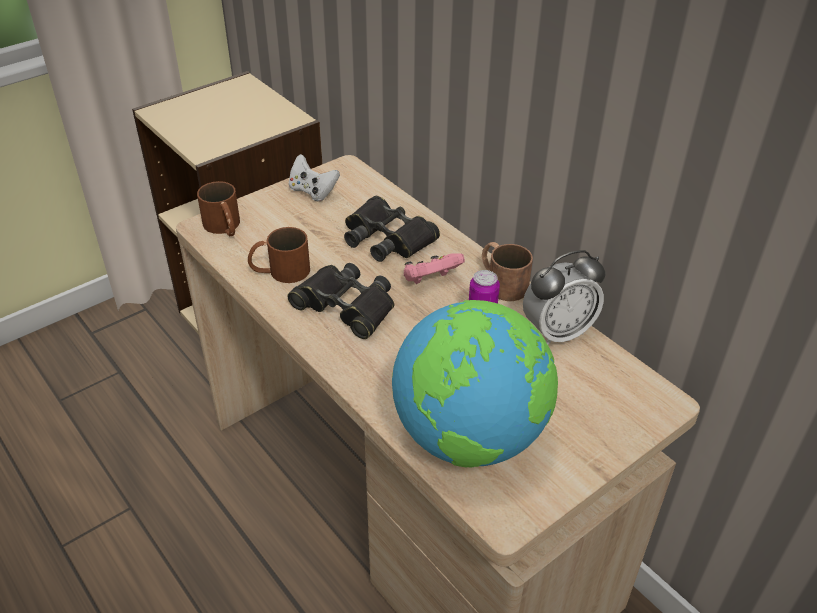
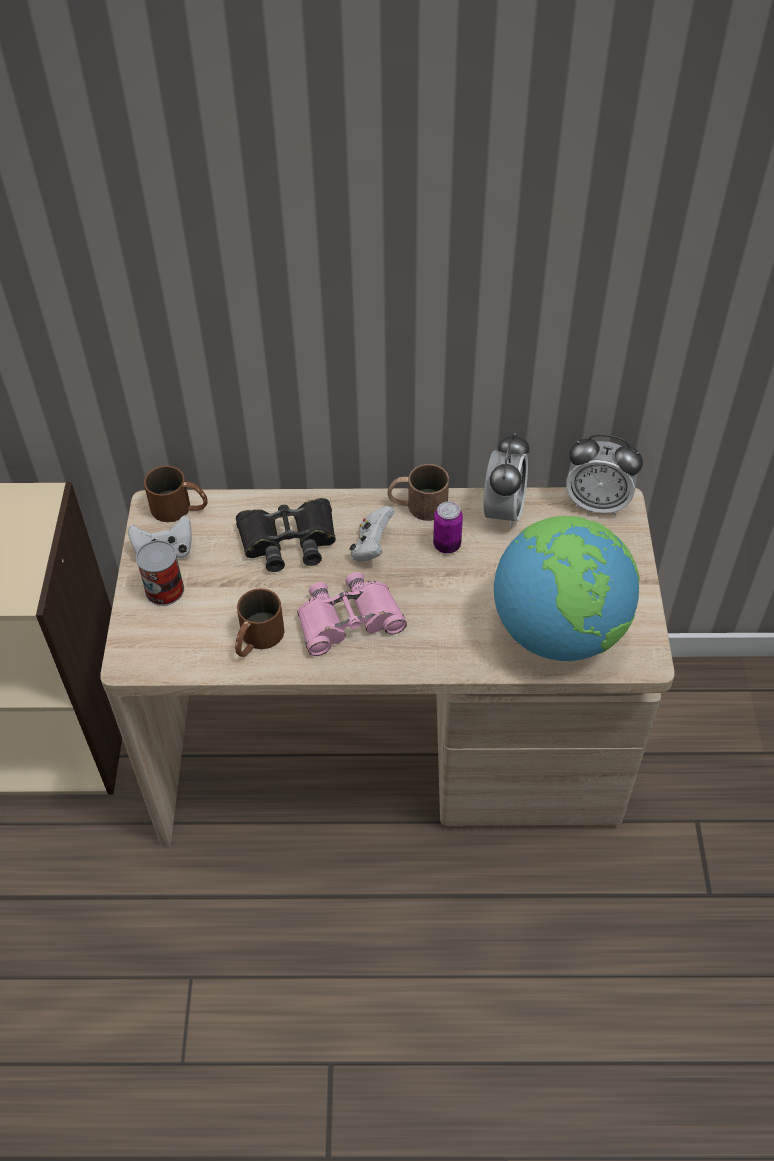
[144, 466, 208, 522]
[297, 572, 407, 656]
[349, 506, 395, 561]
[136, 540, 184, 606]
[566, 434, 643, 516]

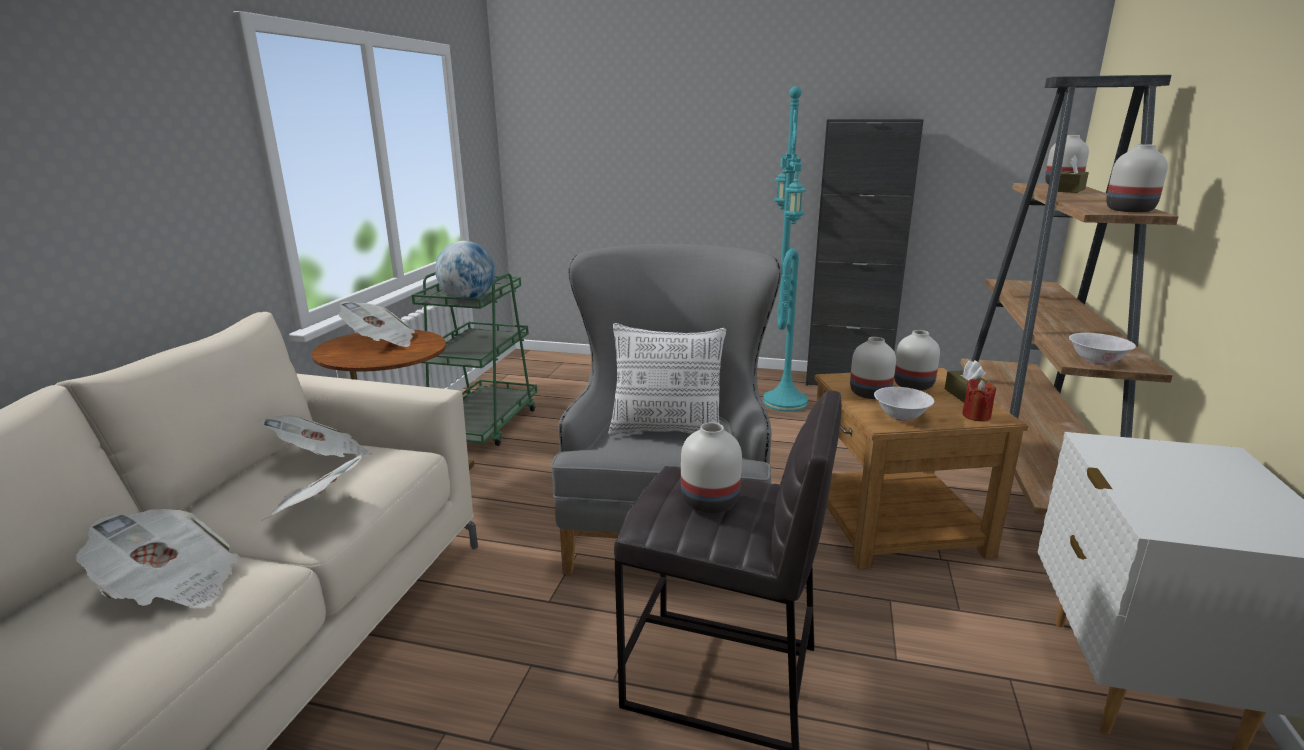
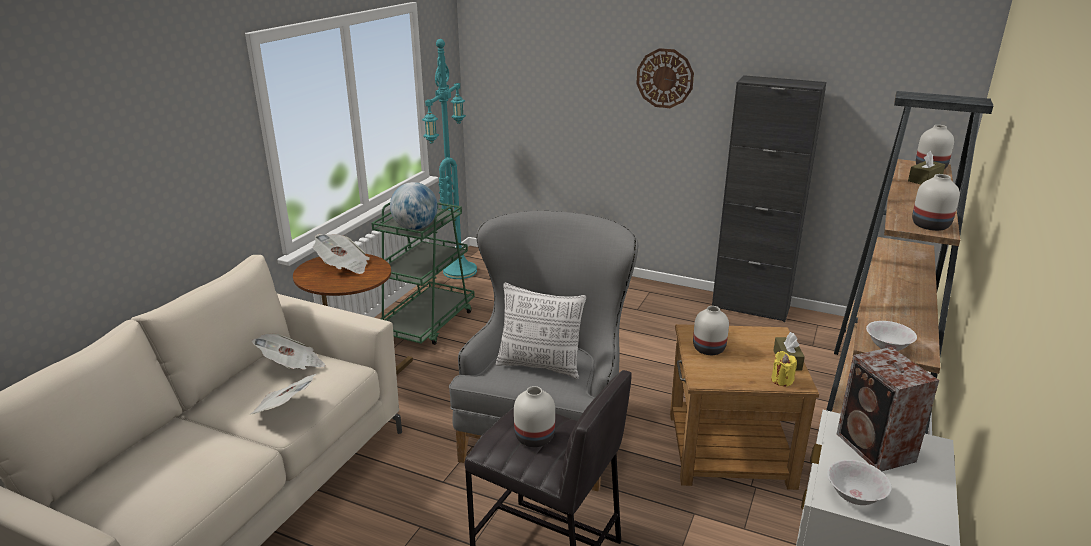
[76, 509, 240, 608] (first image)
[422, 39, 477, 279]
[827, 460, 892, 505]
[894, 330, 940, 391] (first image)
[771, 351, 797, 387]
[636, 48, 694, 108]
[837, 347, 939, 471]

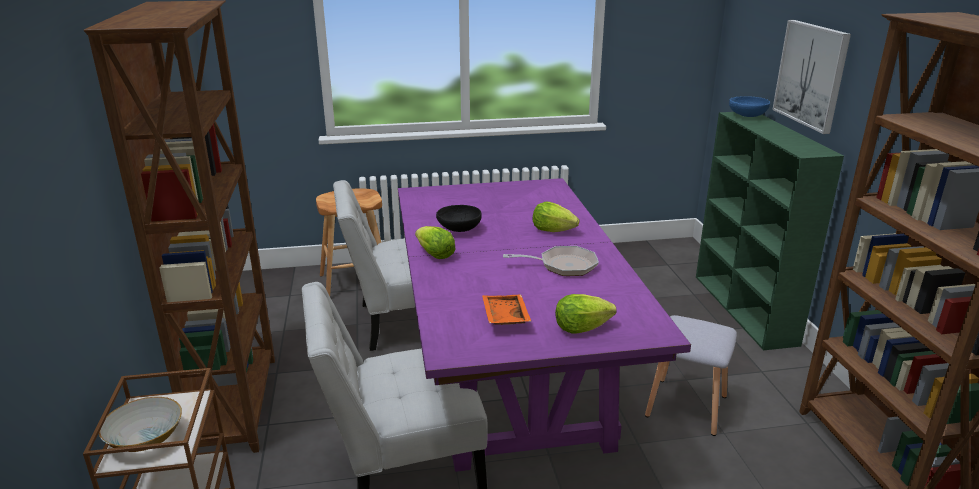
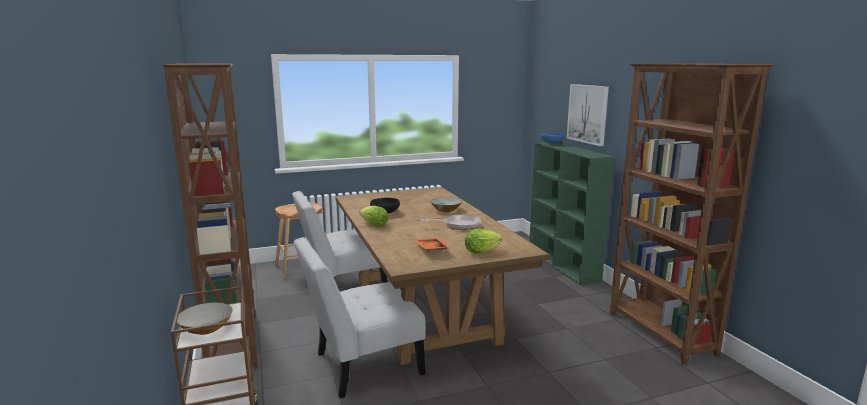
[335, 187, 550, 365]
[430, 197, 462, 212]
[645, 315, 737, 436] (first image)

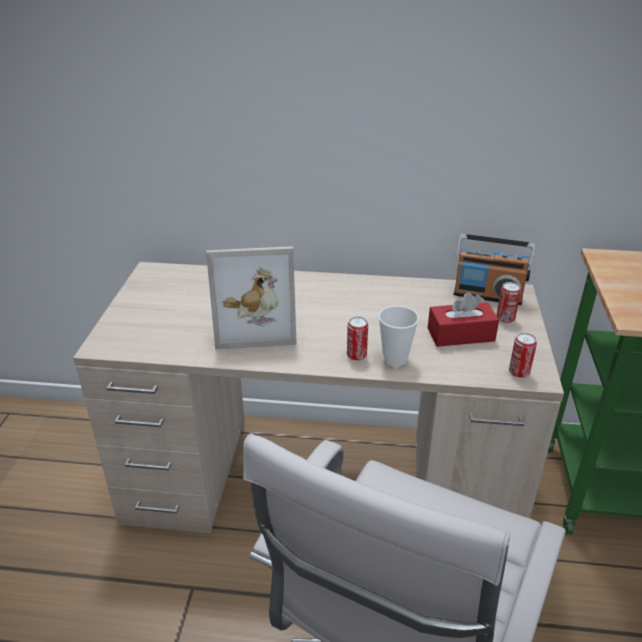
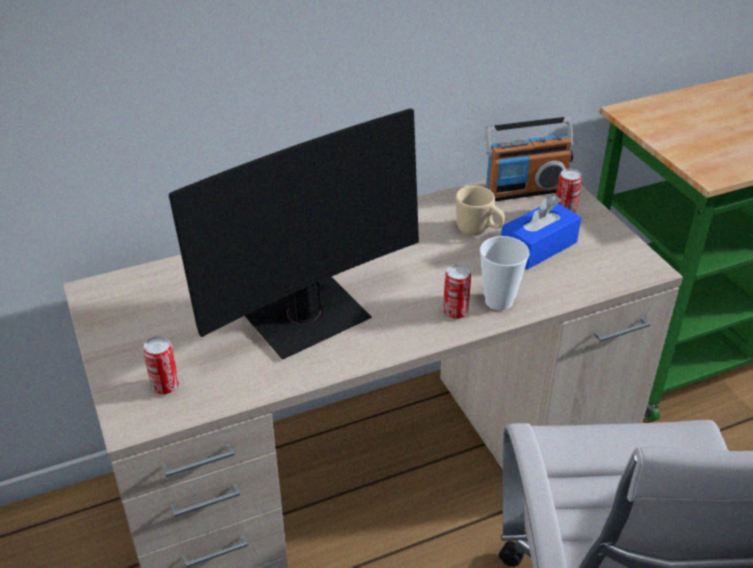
[169, 108, 419, 360]
[501, 195, 581, 270]
[143, 336, 179, 395]
[456, 186, 505, 235]

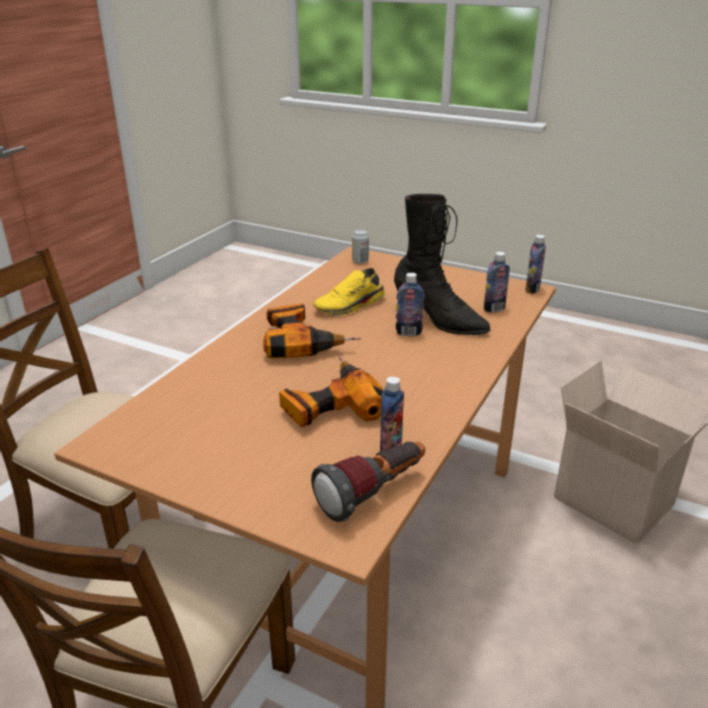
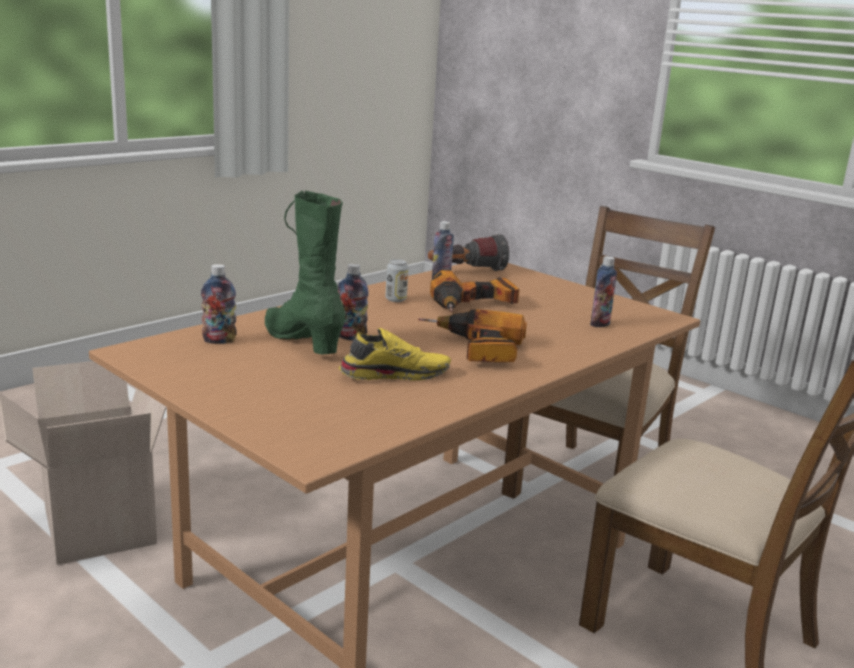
[386, 259, 409, 302]
[265, 190, 346, 354]
[590, 256, 617, 327]

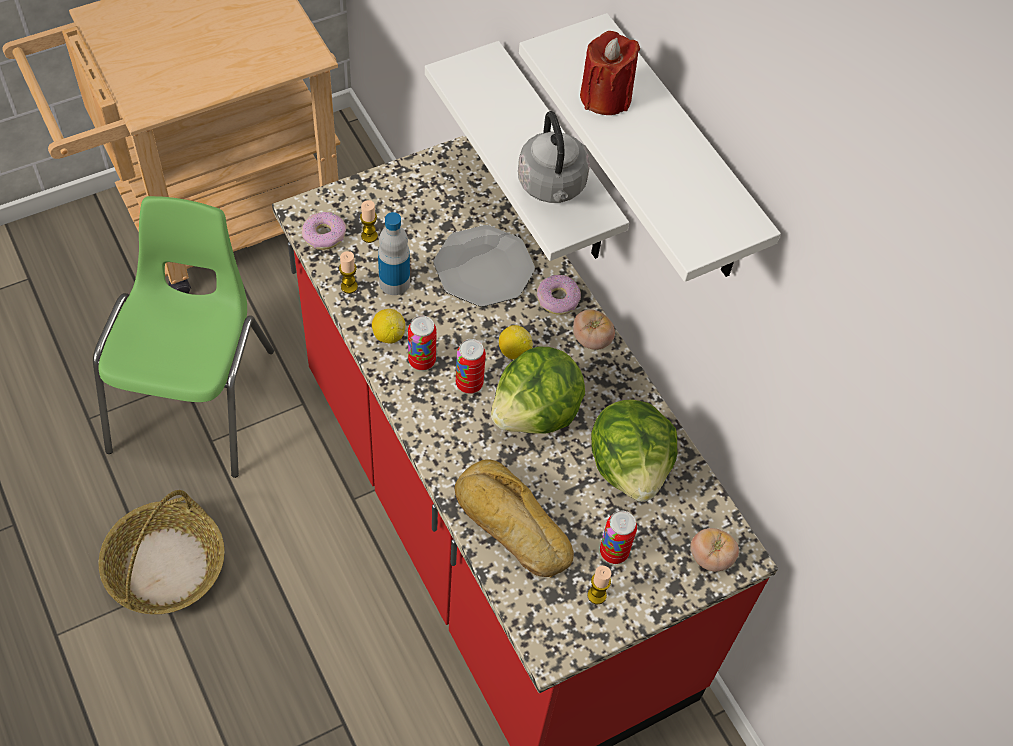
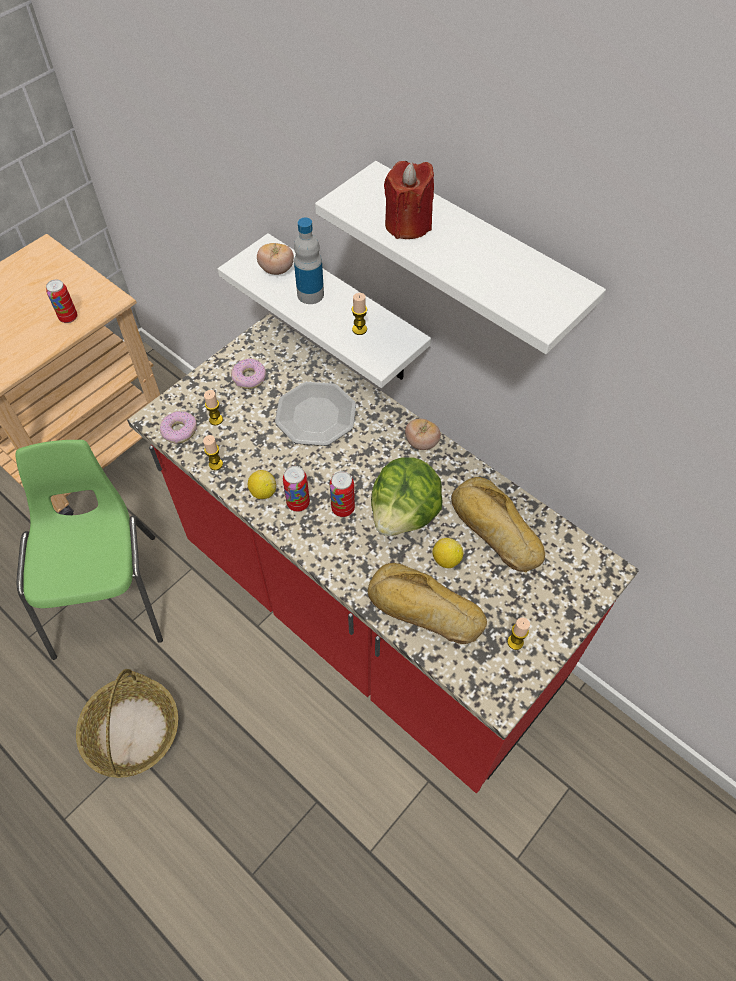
[294, 217, 324, 304]
[433, 538, 463, 568]
[352, 293, 367, 335]
[231, 358, 266, 389]
[451, 477, 545, 572]
[46, 279, 77, 323]
[257, 243, 294, 275]

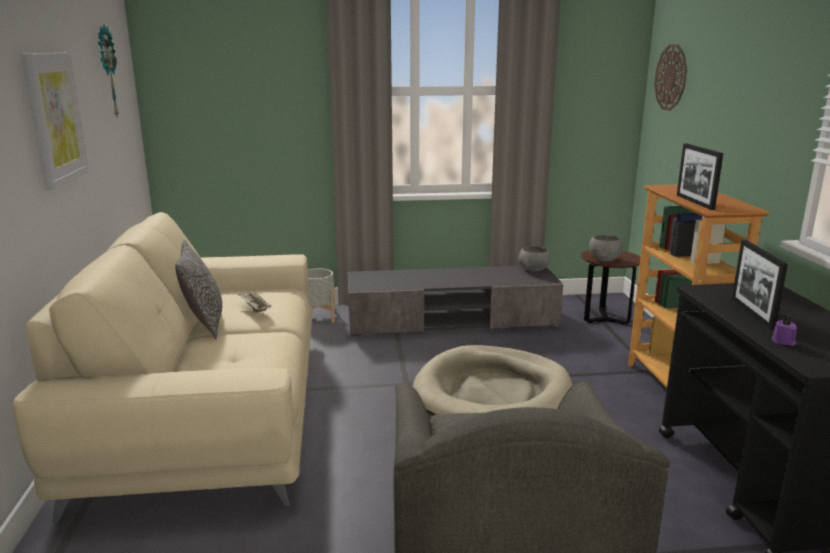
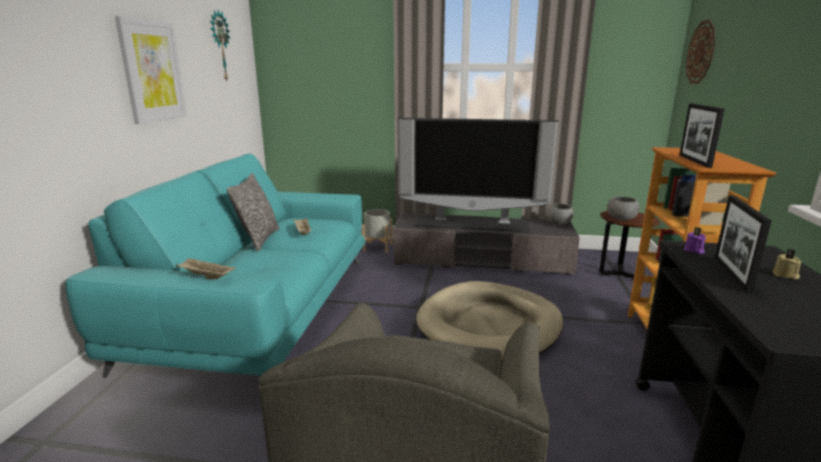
[65, 153, 366, 378]
[684, 227, 706, 254]
[176, 258, 235, 279]
[397, 118, 559, 232]
[772, 249, 801, 279]

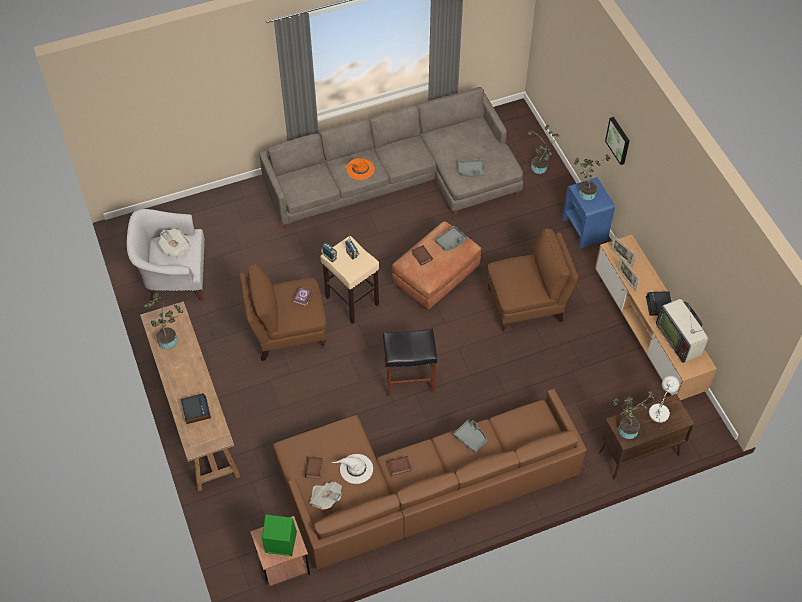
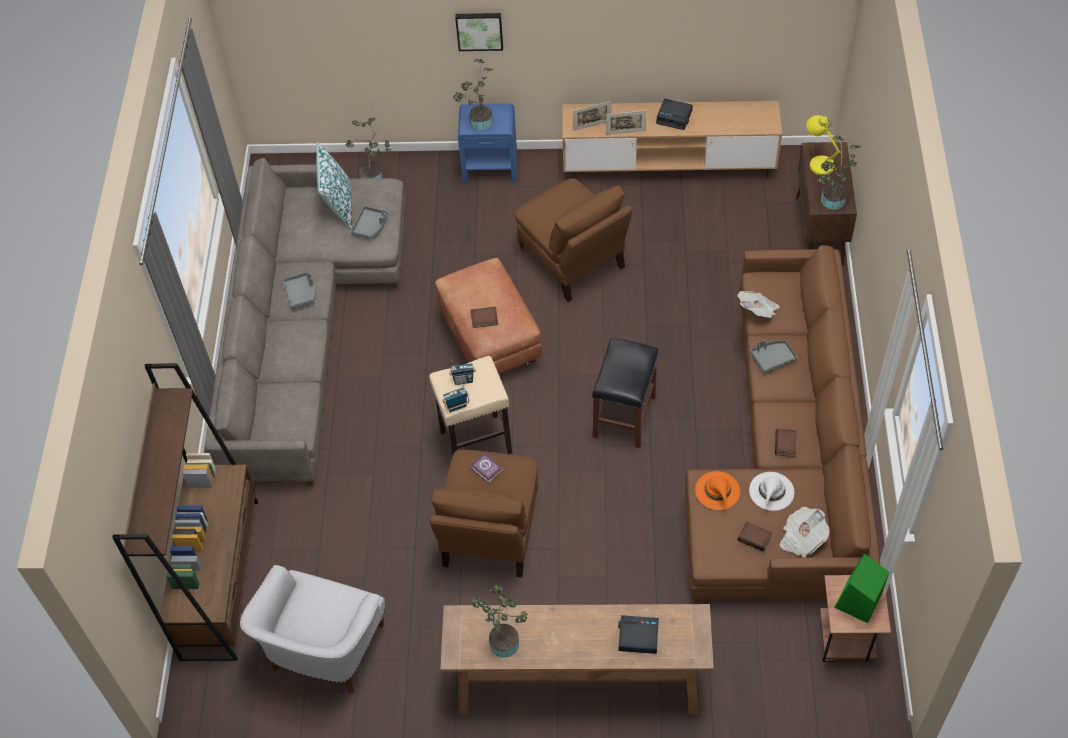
[737, 291, 780, 318]
[695, 471, 740, 510]
[283, 272, 315, 309]
[514, 178, 632, 302]
[807, 115, 841, 175]
[656, 299, 708, 363] (first image)
[112, 363, 258, 661]
[316, 142, 352, 229]

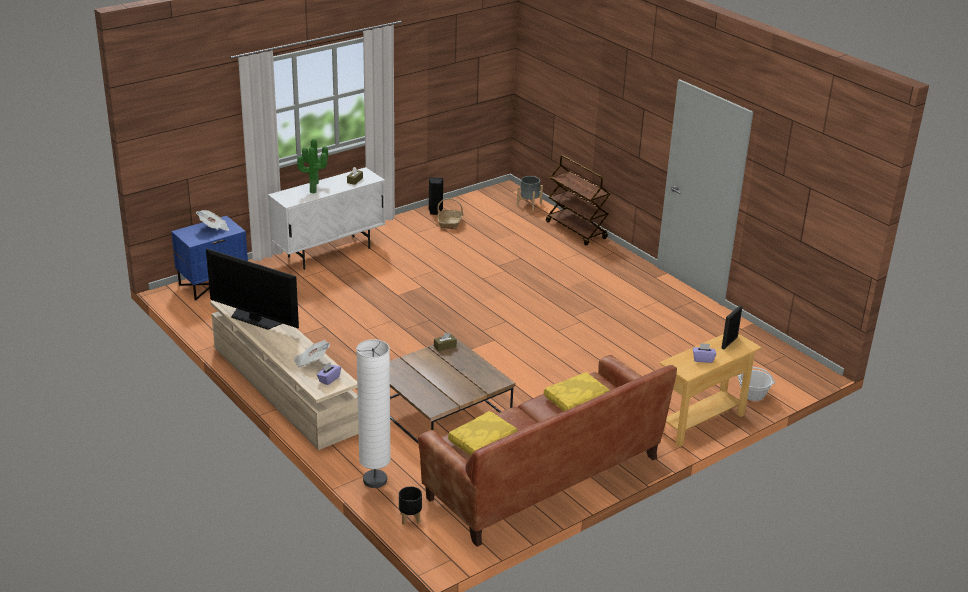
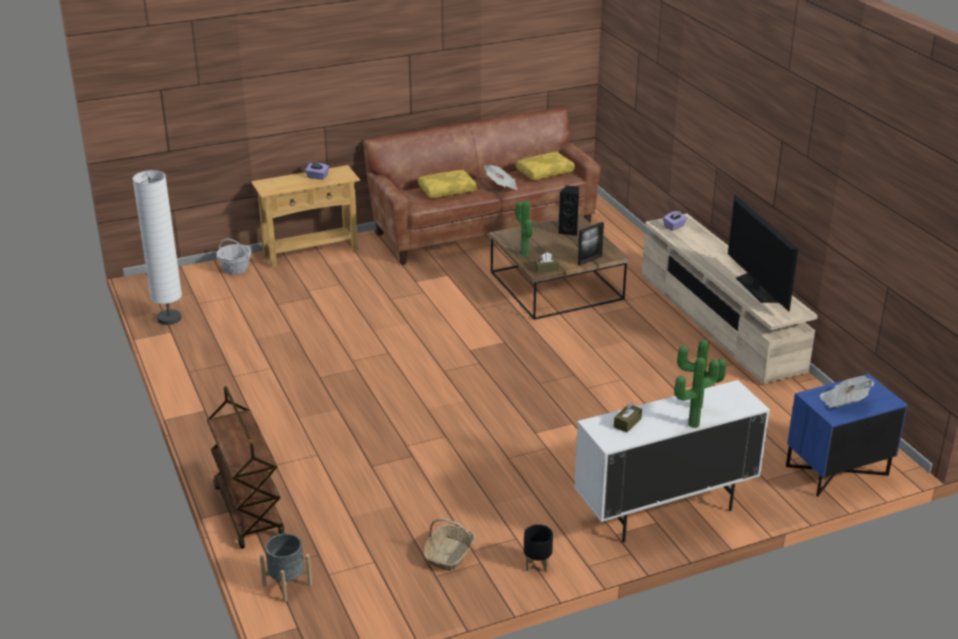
[728, 194, 799, 312]
[484, 165, 518, 190]
[132, 170, 182, 325]
[524, 524, 553, 572]
[558, 186, 579, 236]
[578, 222, 604, 266]
[515, 201, 533, 257]

